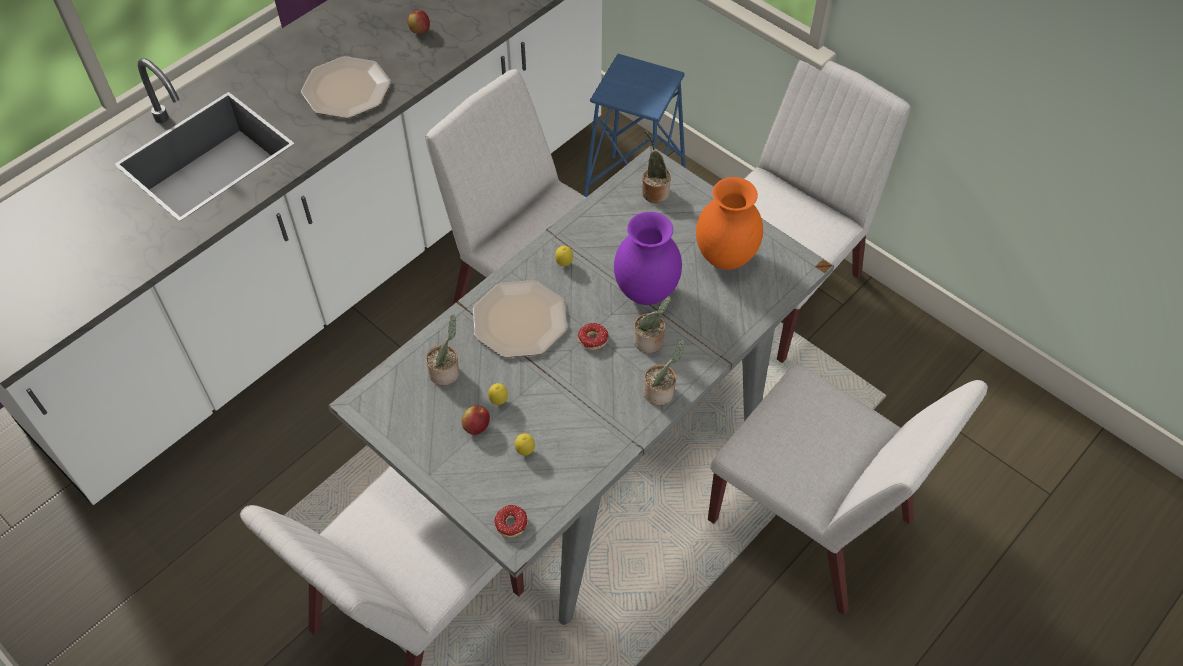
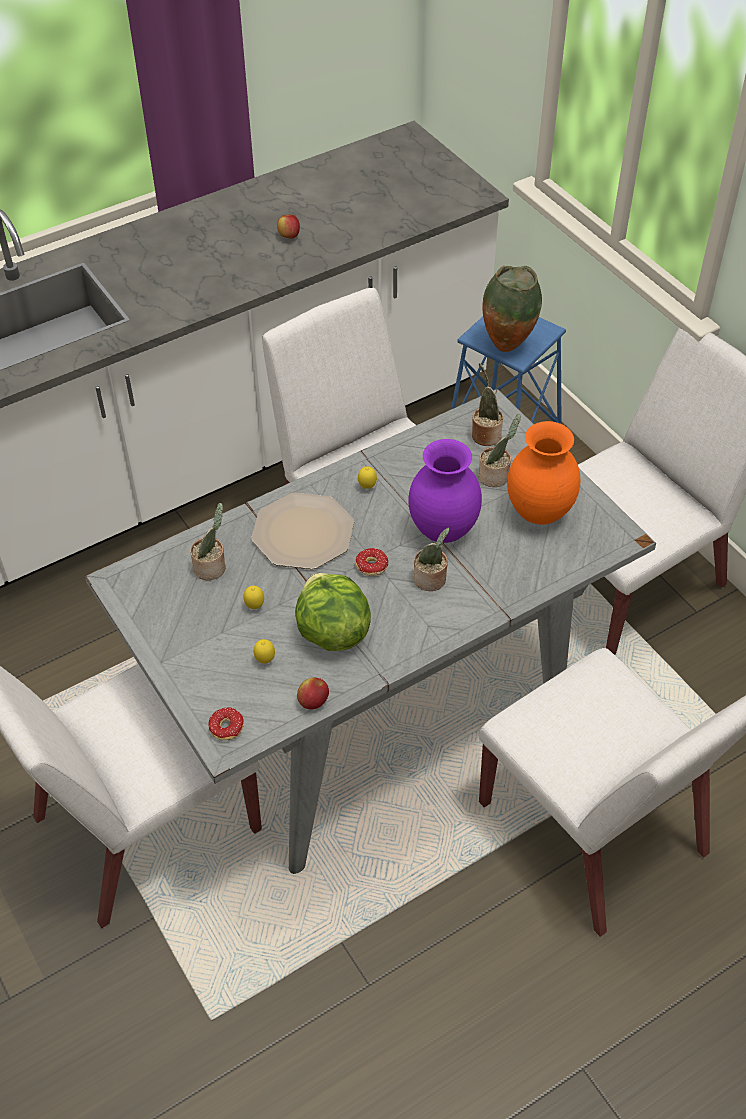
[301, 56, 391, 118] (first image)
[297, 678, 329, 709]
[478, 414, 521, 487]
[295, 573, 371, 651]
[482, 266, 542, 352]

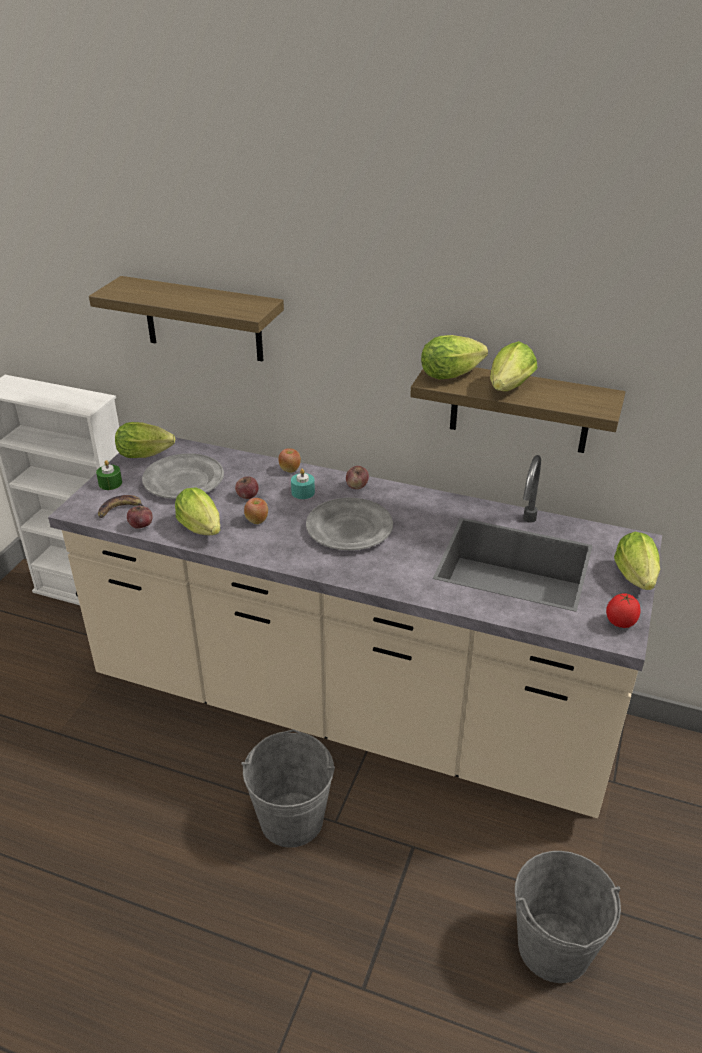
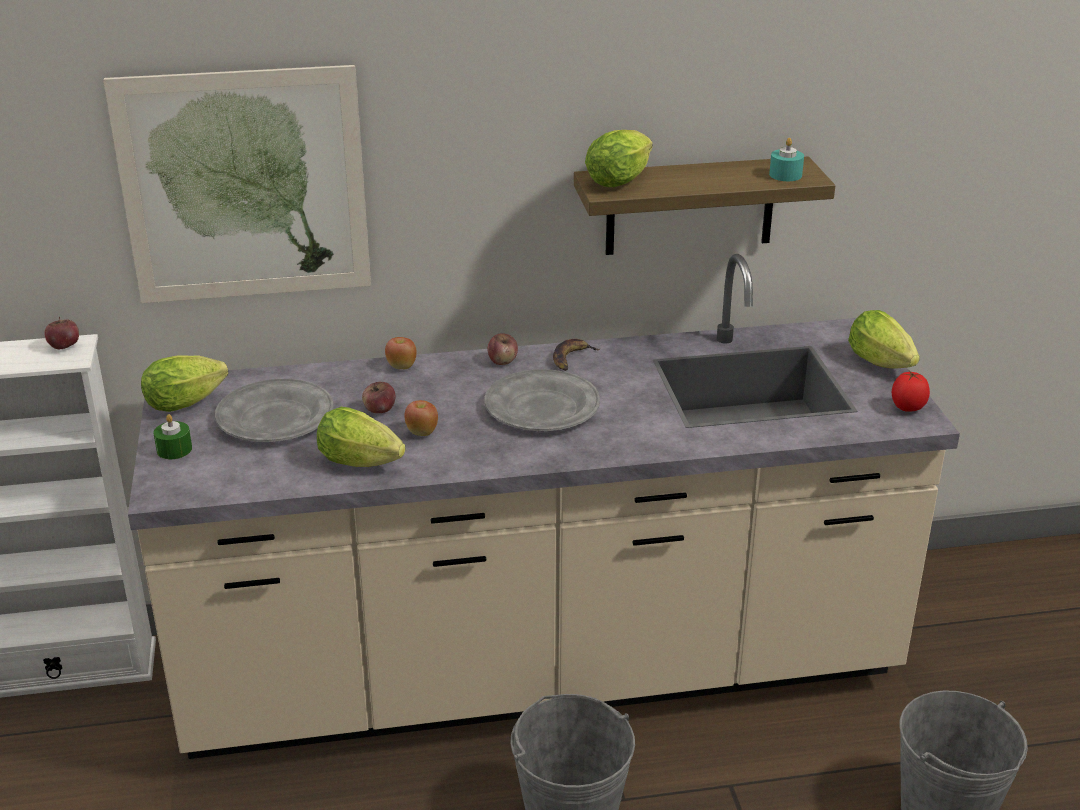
[103, 65, 371, 303]
[553, 339, 600, 370]
[44, 317, 79, 349]
[769, 138, 804, 181]
[490, 341, 537, 391] (first image)

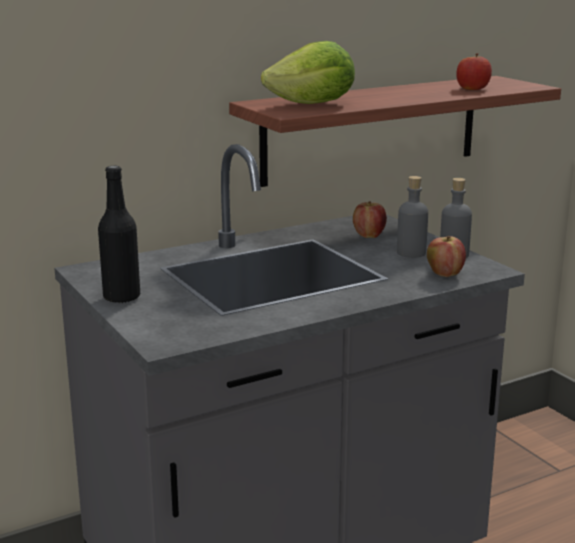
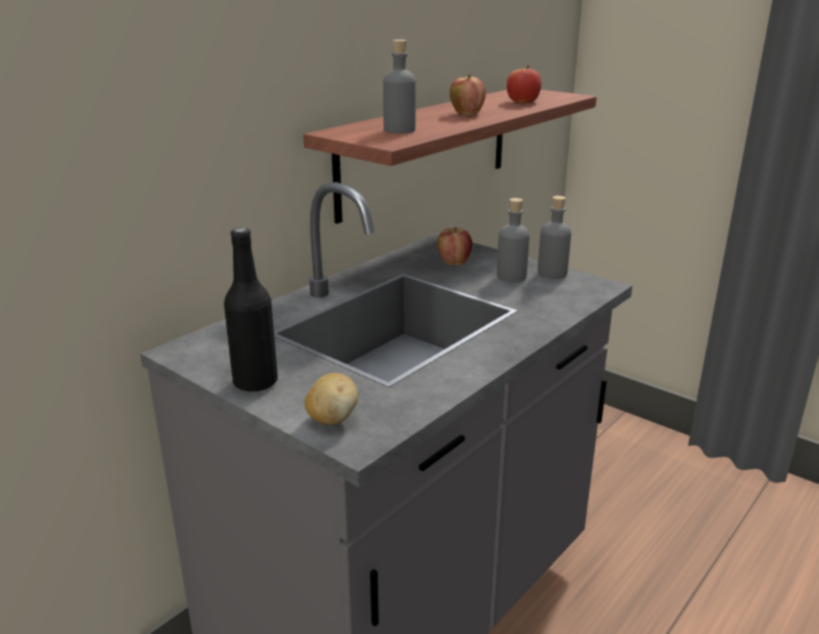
[383, 40, 416, 134]
[450, 74, 486, 115]
[305, 373, 358, 425]

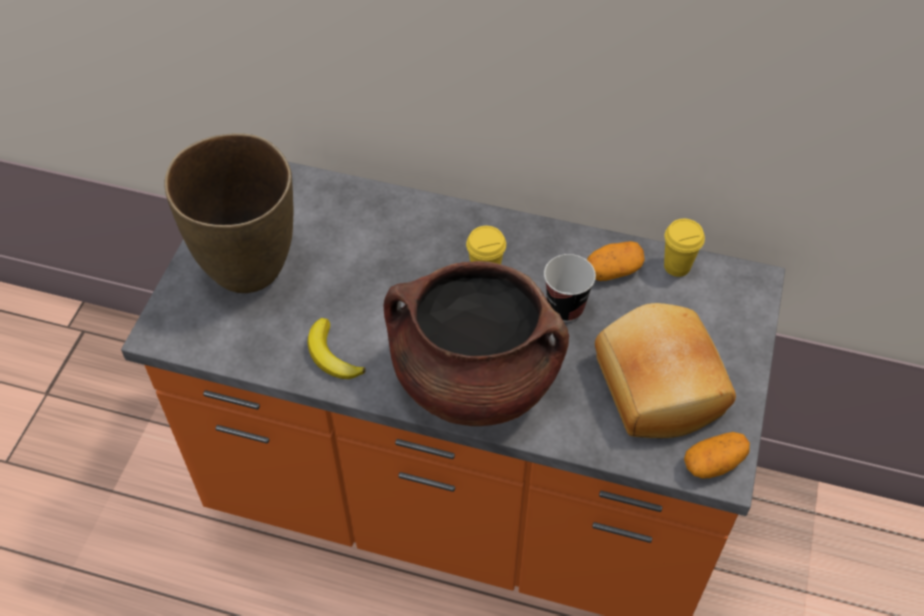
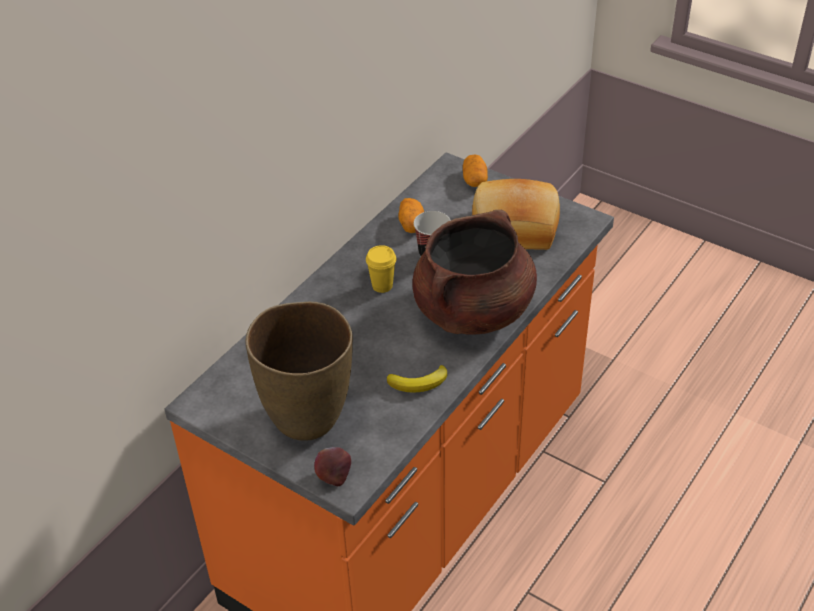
[664, 219, 705, 277] (first image)
[463, 154, 488, 187]
[314, 447, 351, 486]

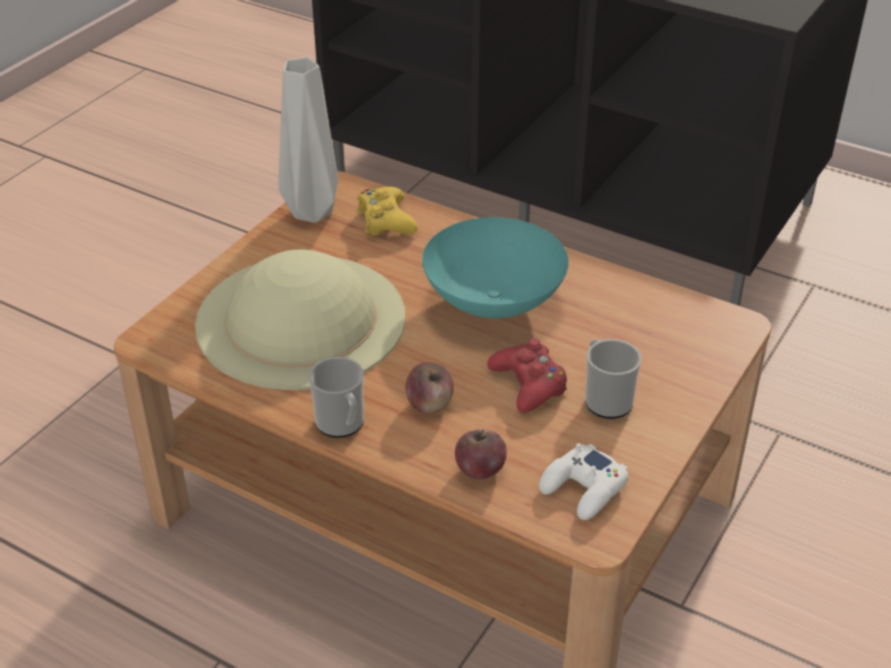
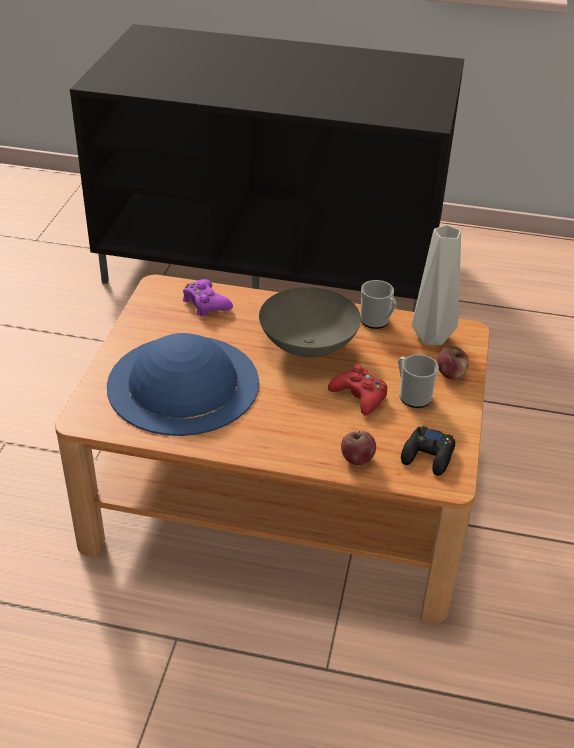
[107, 333, 259, 436]
[412, 225, 461, 345]
[360, 280, 397, 329]
[183, 279, 233, 316]
[437, 346, 469, 380]
[259, 287, 361, 357]
[401, 426, 455, 476]

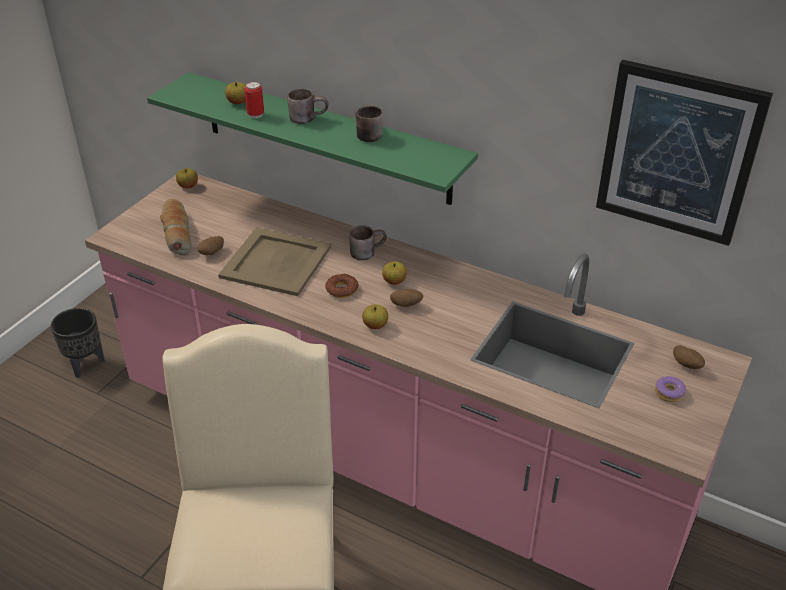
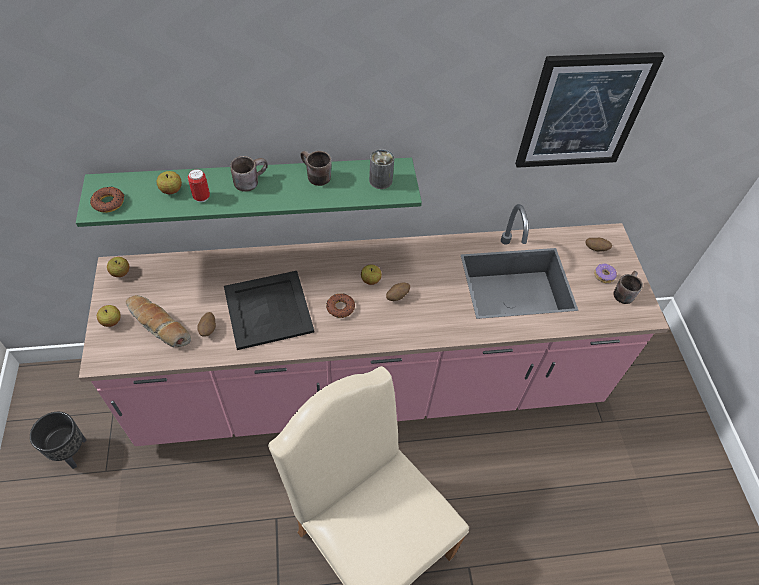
[224, 271, 314, 350]
[613, 271, 643, 304]
[97, 305, 121, 327]
[90, 187, 124, 213]
[369, 149, 394, 189]

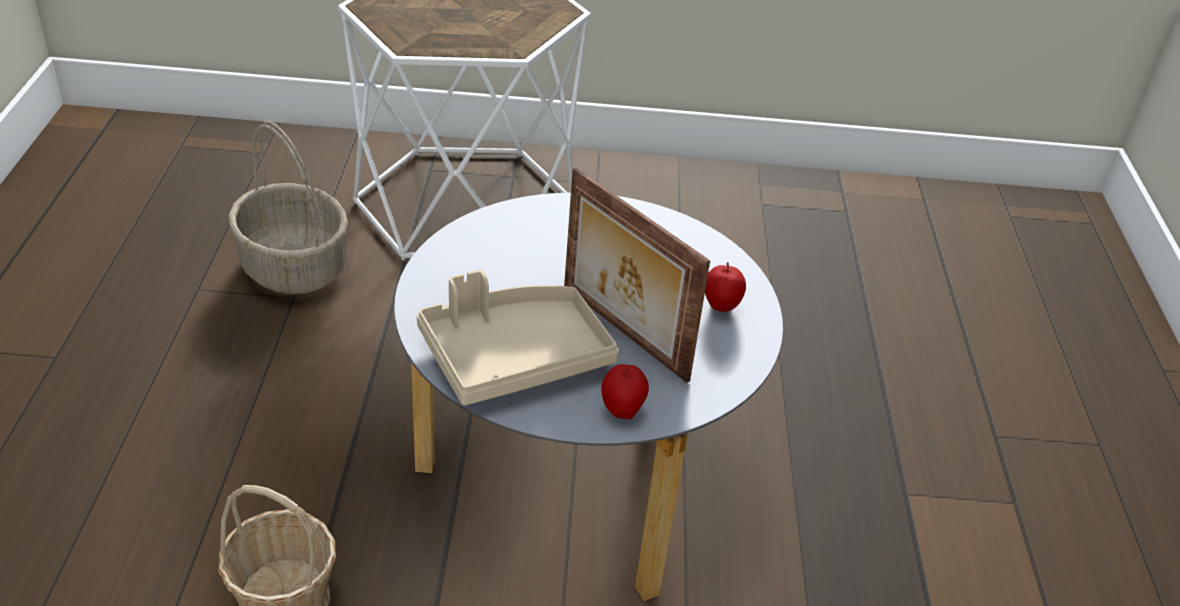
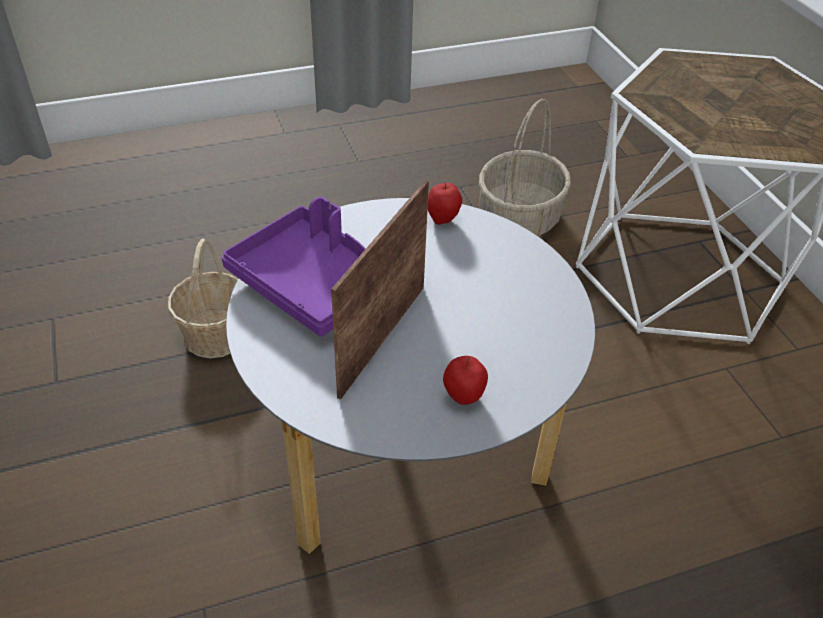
[221, 196, 366, 336]
[428, 183, 462, 225]

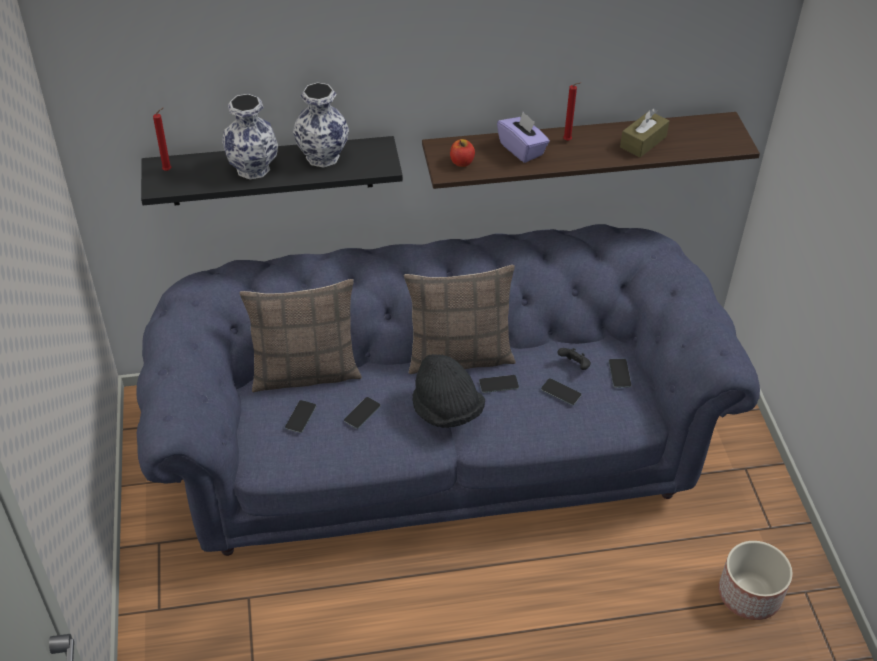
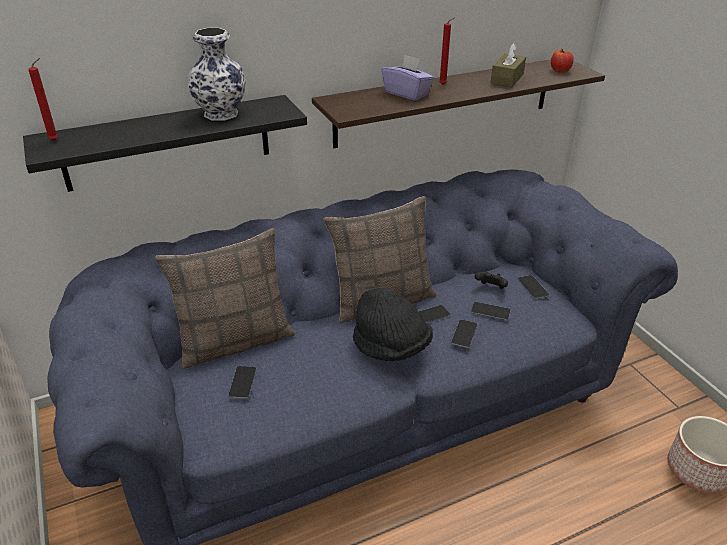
[222, 94, 278, 180] (first image)
[451, 320, 477, 348]
[551, 49, 574, 73]

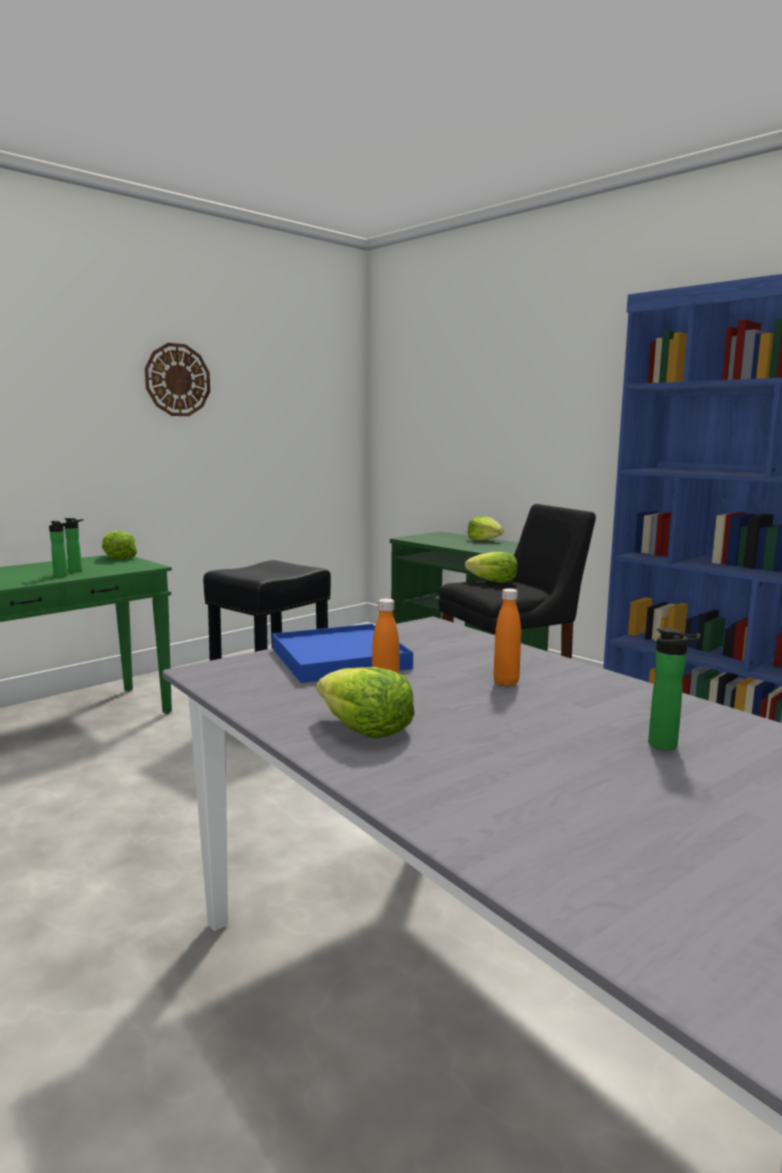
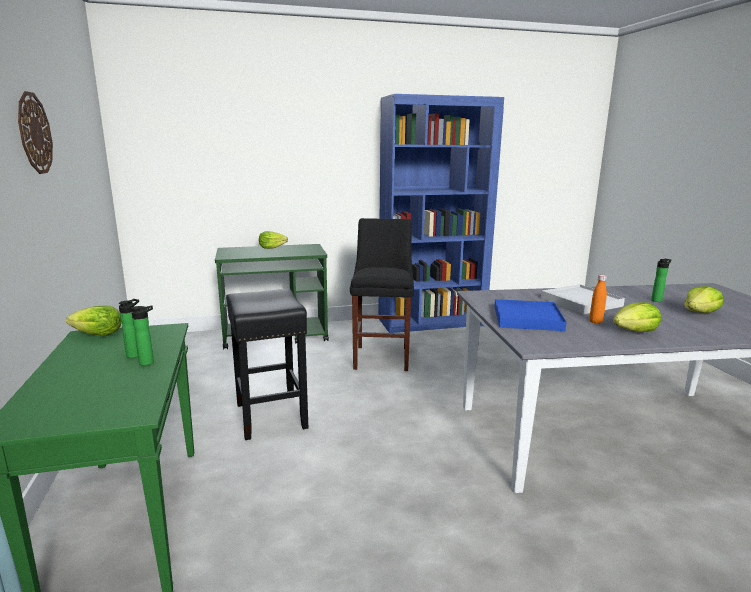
[684, 286, 723, 313]
[541, 284, 625, 314]

